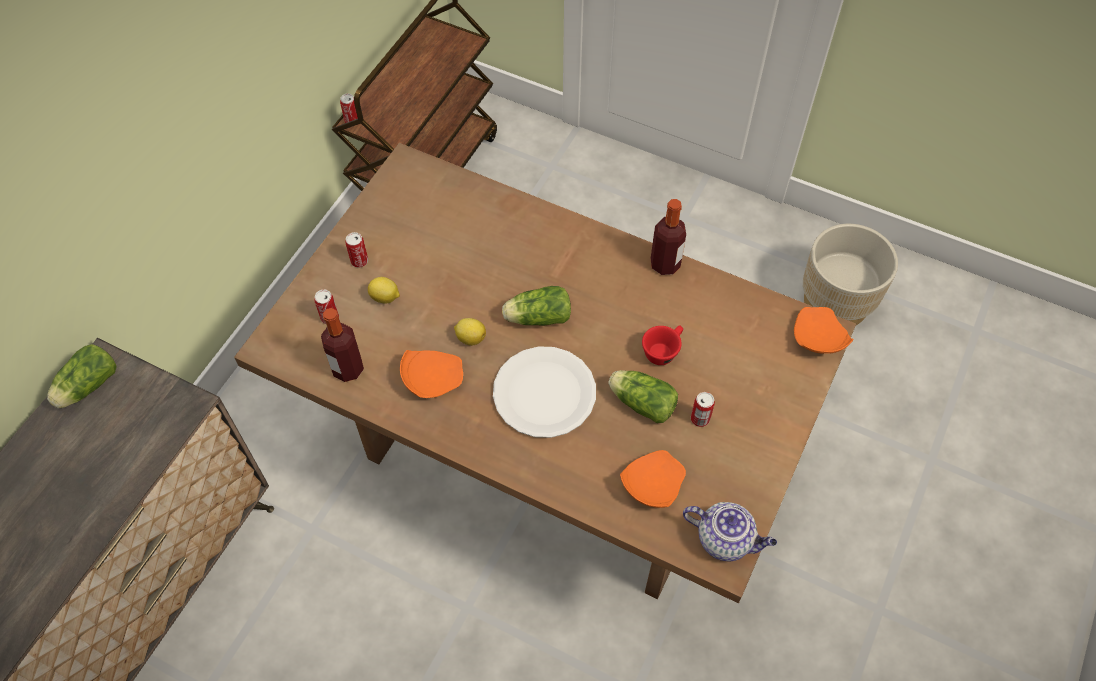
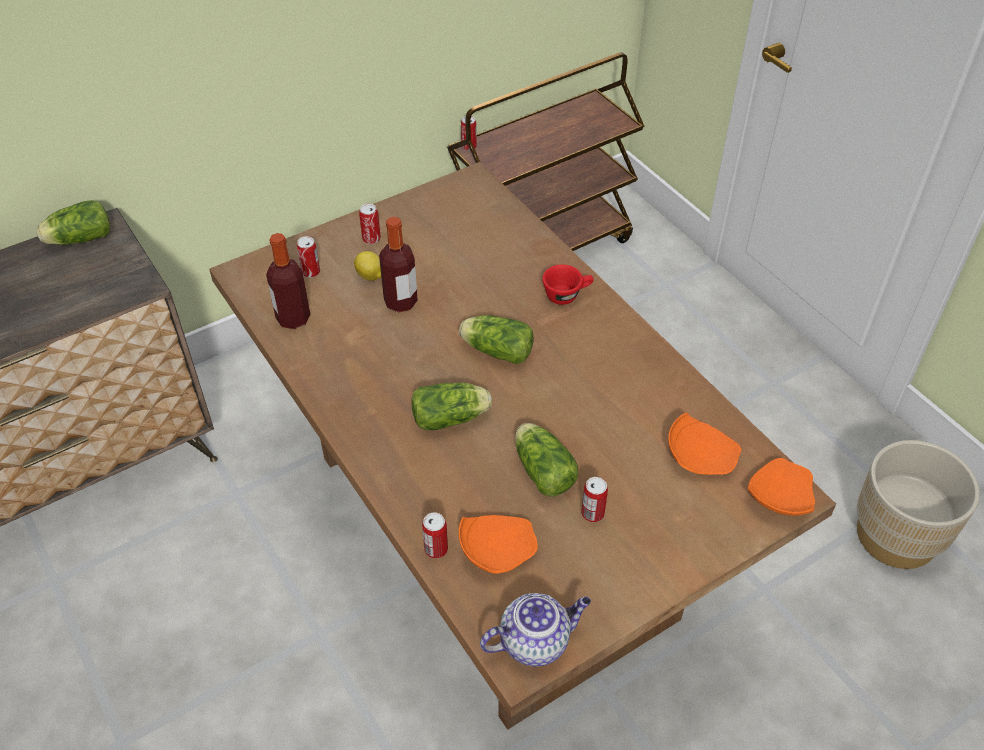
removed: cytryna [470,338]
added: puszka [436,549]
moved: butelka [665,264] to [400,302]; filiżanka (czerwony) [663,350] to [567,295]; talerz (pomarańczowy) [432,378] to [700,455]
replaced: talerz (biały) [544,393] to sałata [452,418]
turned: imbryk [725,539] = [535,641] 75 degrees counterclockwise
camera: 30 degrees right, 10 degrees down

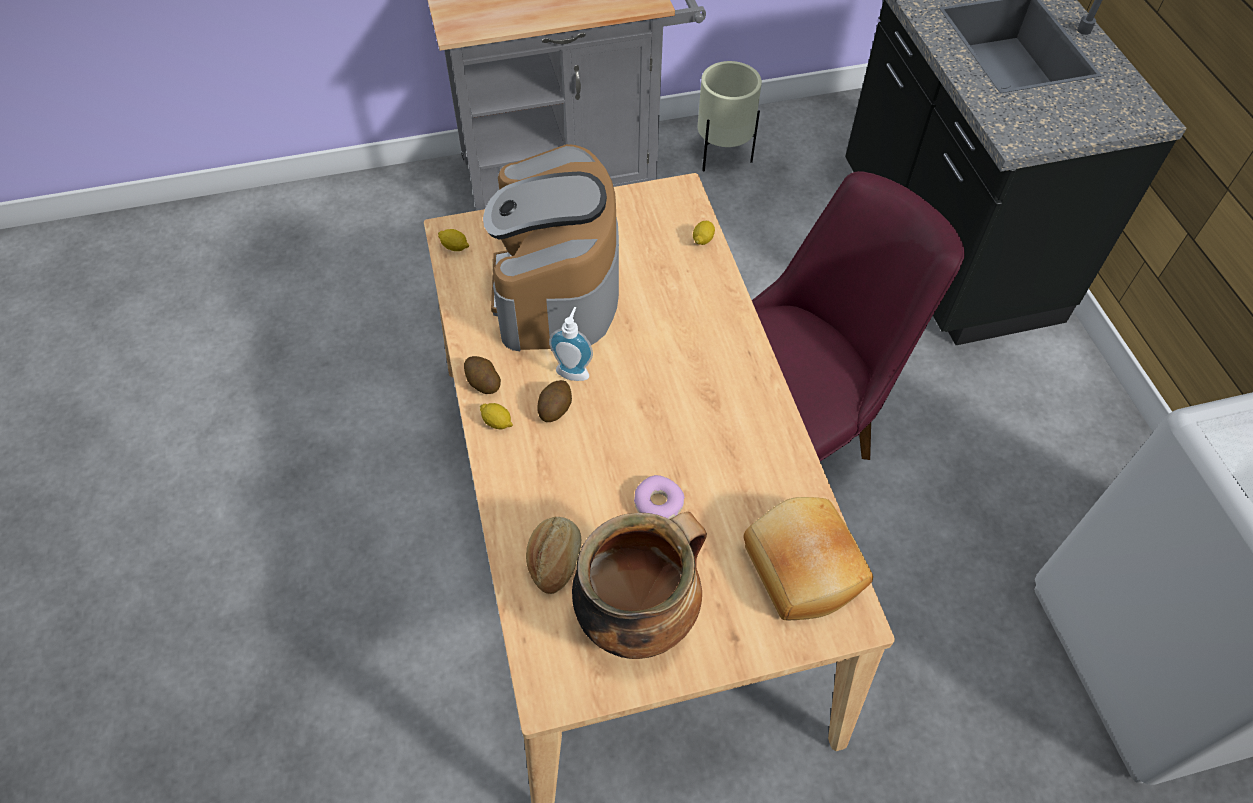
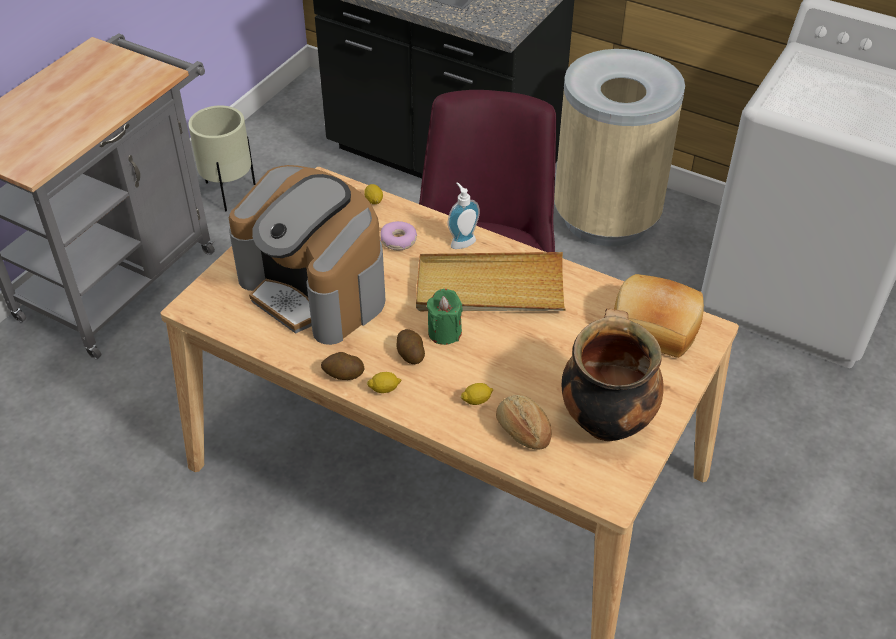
added: kosz na śmieci (beżowy) [605,218]; taca (beżowy) [489,288]; świeca (zielony) [444,332]
moved: cytryna [454,247] to [477,400]; dozownik mydła [574,370] to [461,241]; donut [658,504] to [398,241]
camera: 45 degrees left, 10 degrees down

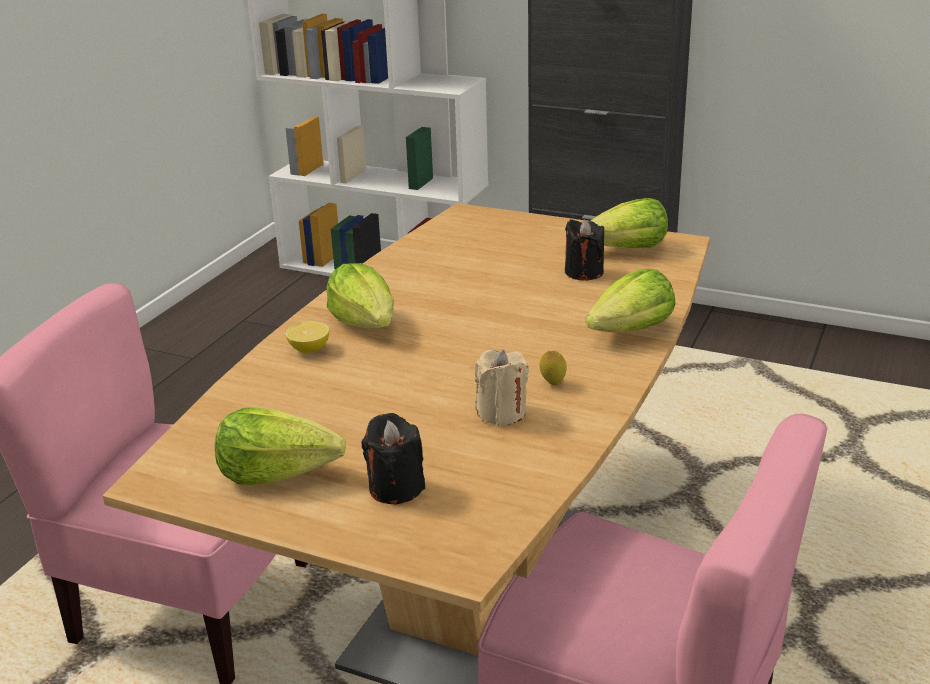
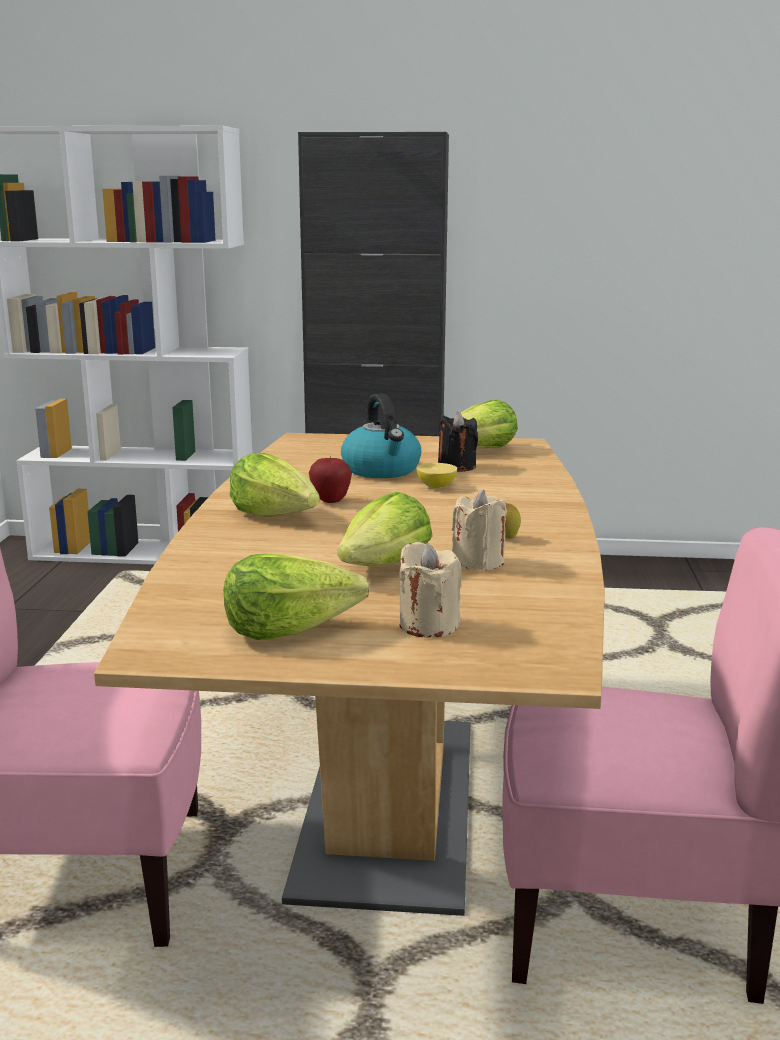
added: czajnik [382,470]; jabłko [330,501]
moved: sałata [632,331] to [385,567]; cytryna [309,349] to [436,486]
recoloured: świeca (czarny) [395,488] to świeca (beżowy) [428,625]
camera: 20 degrees left, 10 degrees down

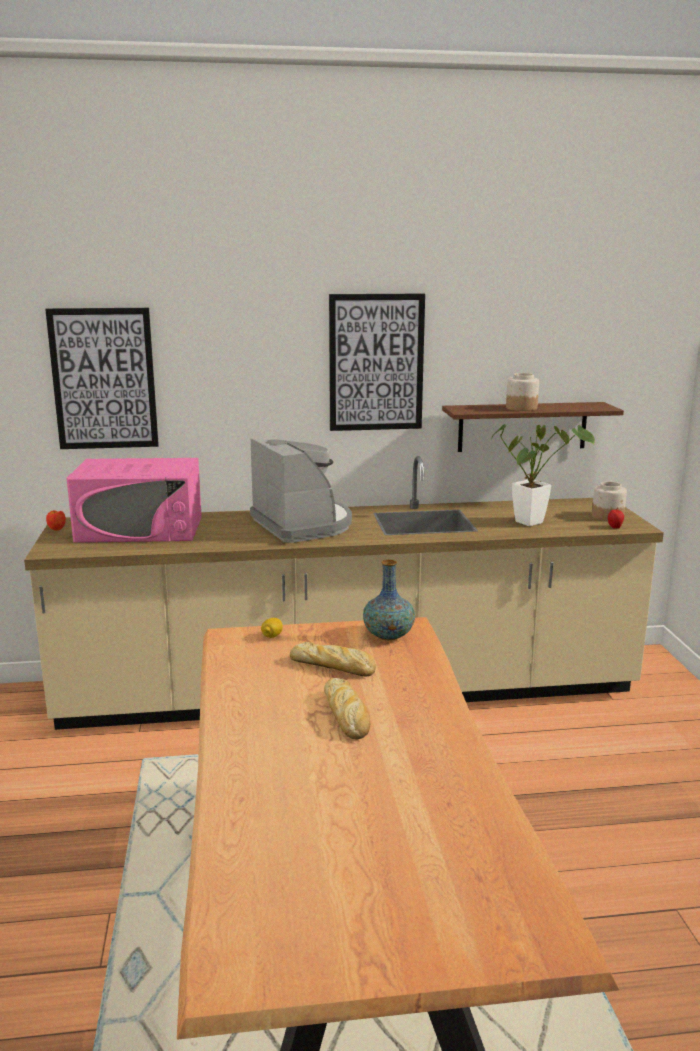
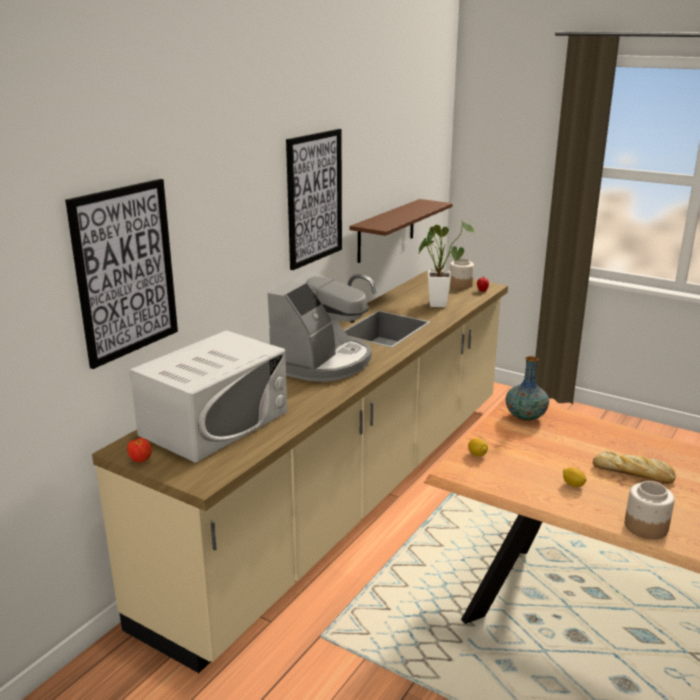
removed: chleb [334,666]
added: cytryna [573,485]
moved: słoik [521,408] to [645,527]
recoloured: mikrofalówka (różowy) [140,529] to mikrofalówka (biały) [215,423]
turned: ekspres do kawy [303,524] = [322,362] 105 degrees clockwise
camera: 50 degrees left, 5 degrees up

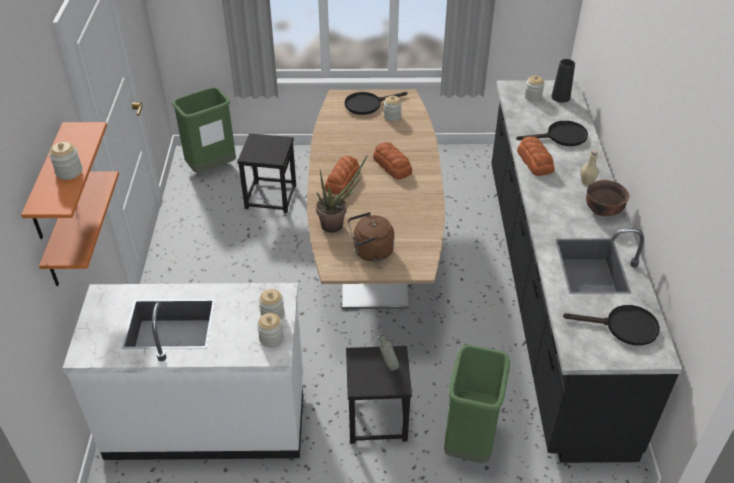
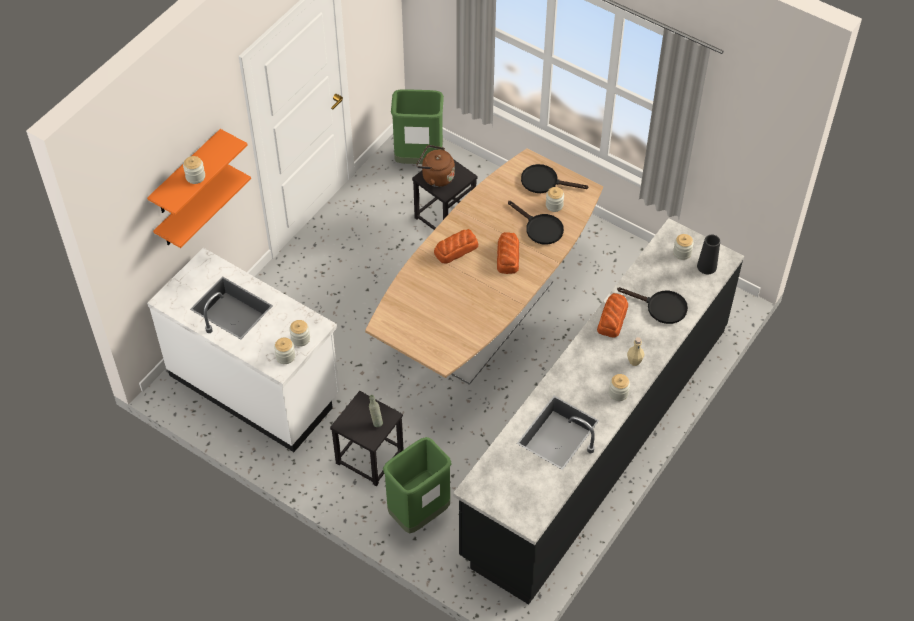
removed: roślina doniczkowa [337,224]
moved: czajnik (brązowy) [370,252] to [436,177]; patelnia (czarny) [623,327] to [540,228]
replaced: miska (brązowy) [603,210] to słoik [618,393]
camera: 35 degrees right, 10 degrees up

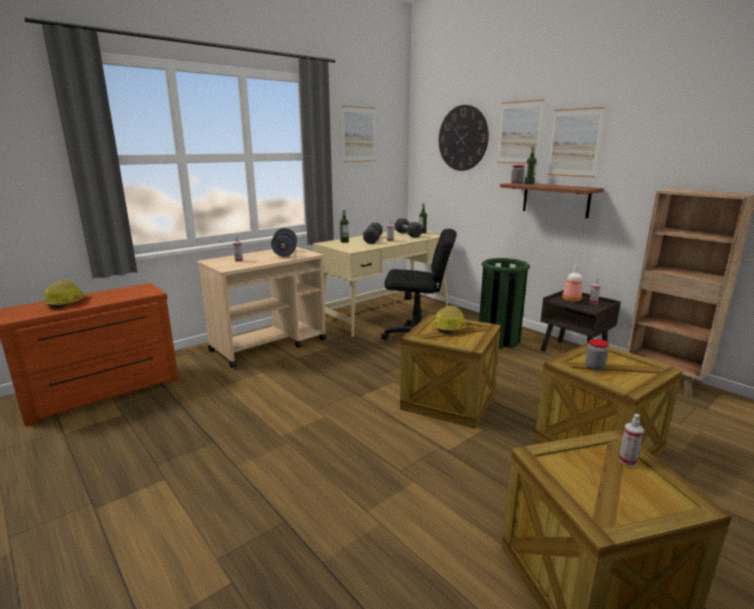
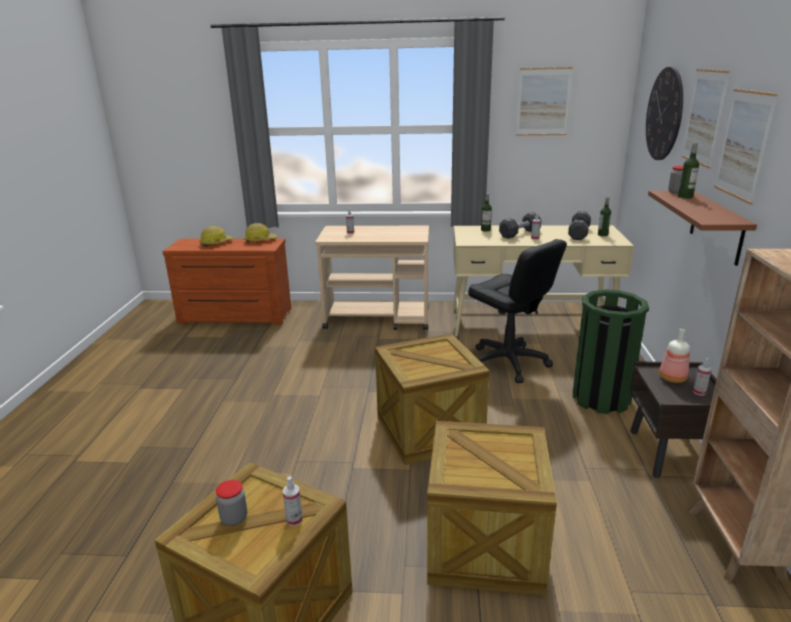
removed: hantel (szary) [285,253]
moved: kask [450,327] to [260,240]; słoik [594,367] to [234,518]
camera: 45 degrees right, 5 degrees up

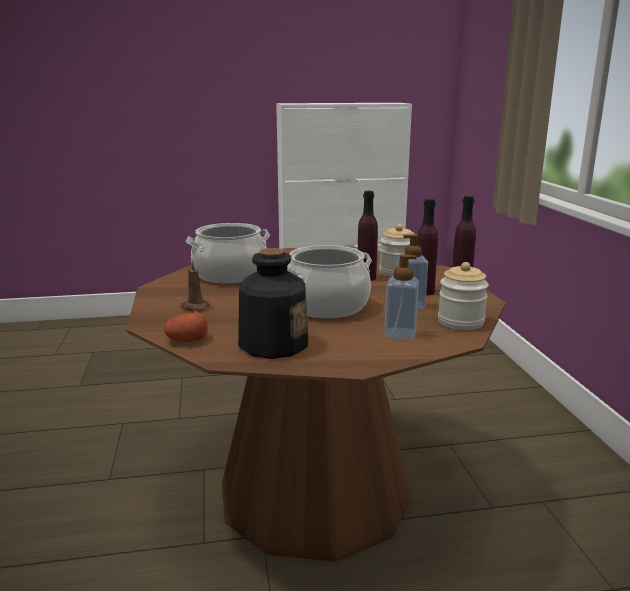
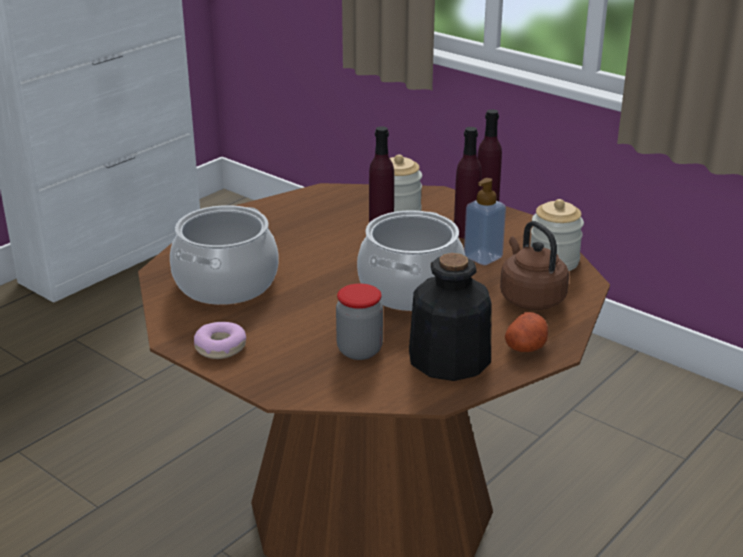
removed: świeca (brązowy) [194,307]
added: słoik [359,350]; donut [220,347]
moved: ziemniak [186,340] to [526,347]
replaced: dozownik mydła [400,334] to czajnik (brązowy) [530,297]
camera: 40 degrees left, 10 degrees up

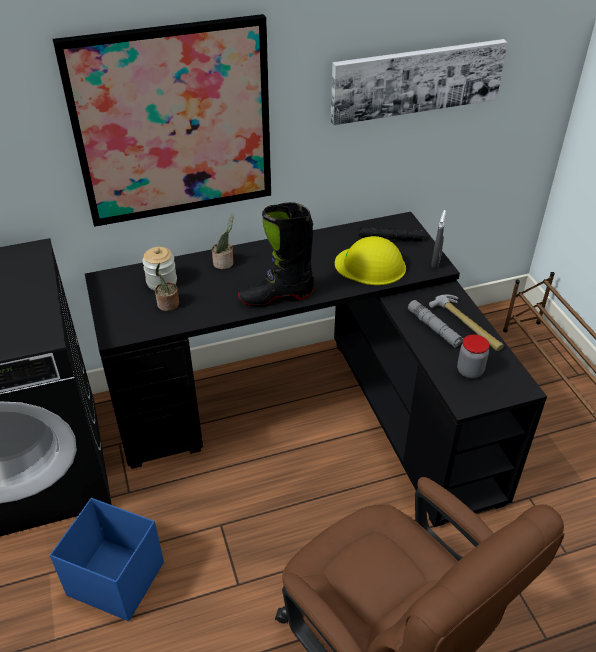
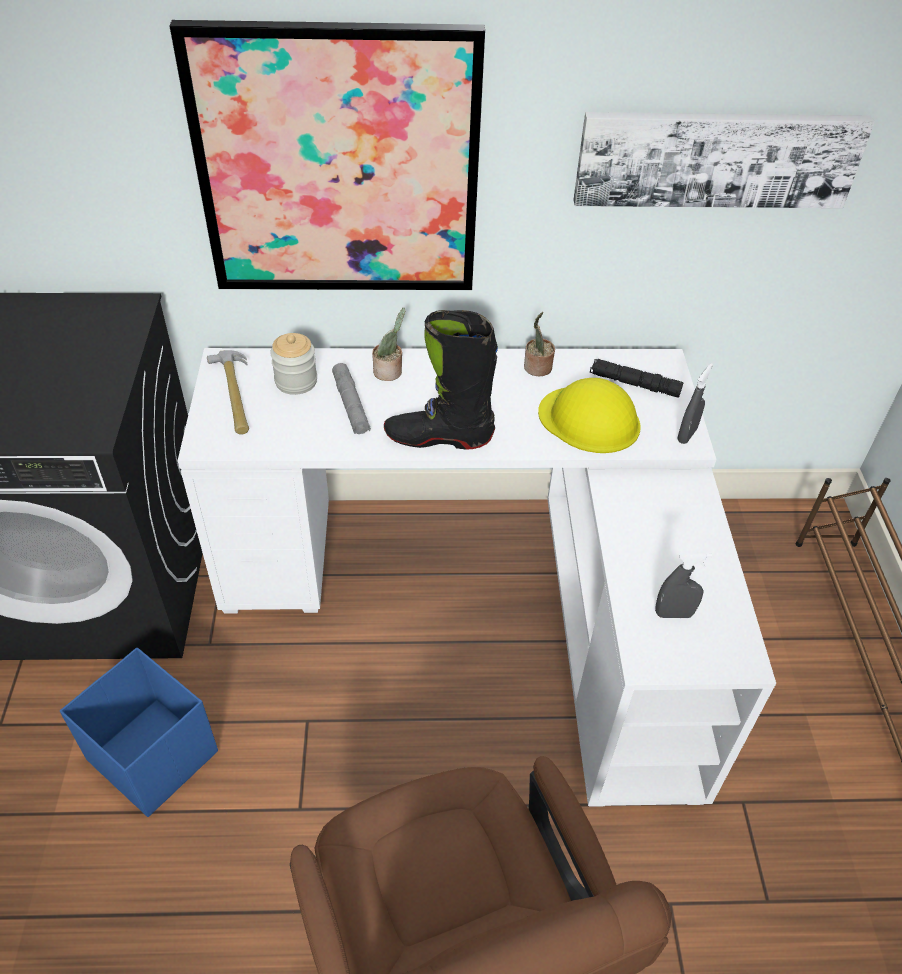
moved: roślina doniczkowa [168,305] to [537,368]; młotek [467,325] to [234,394]; latarka (szary) [434,328] to [351,405]
replaced: słoik [469,371] to spryskiwacz (szary) [673,614]
recoloured: biurko (czarny) [316,409] to biurko (biały) [489,594]
camera: 15 degrees right, 5 degrees up

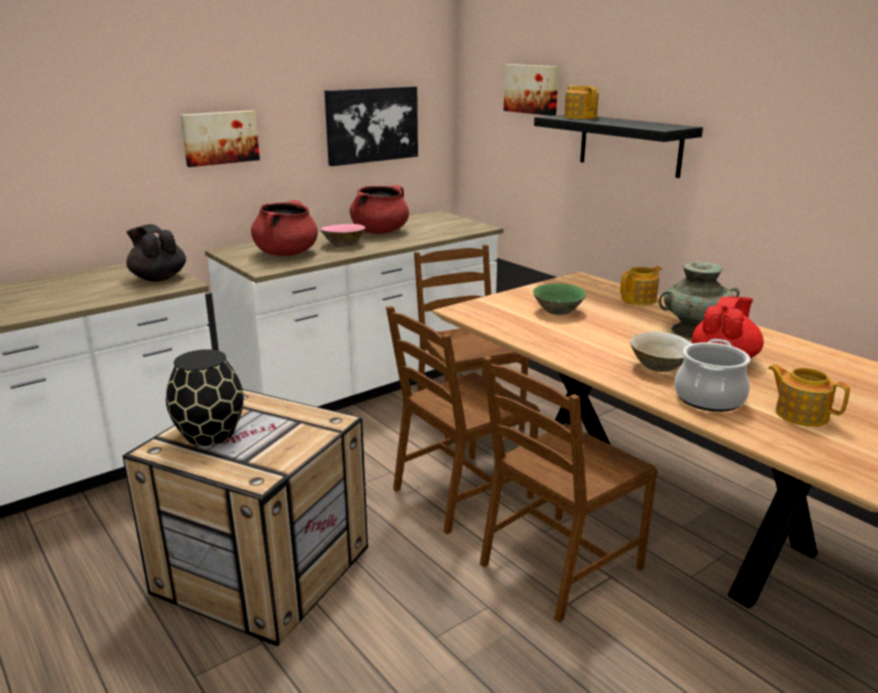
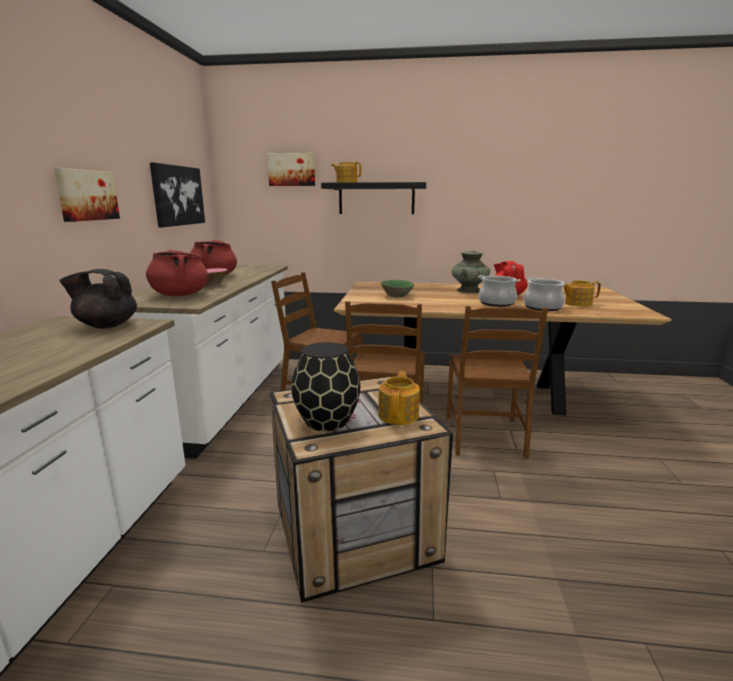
moved: imbryk [639,299] to [399,415]
replaced: miska (beżowy) [659,367] to garnek [496,303]
camera: 45 degrees left, 5 degrees down

